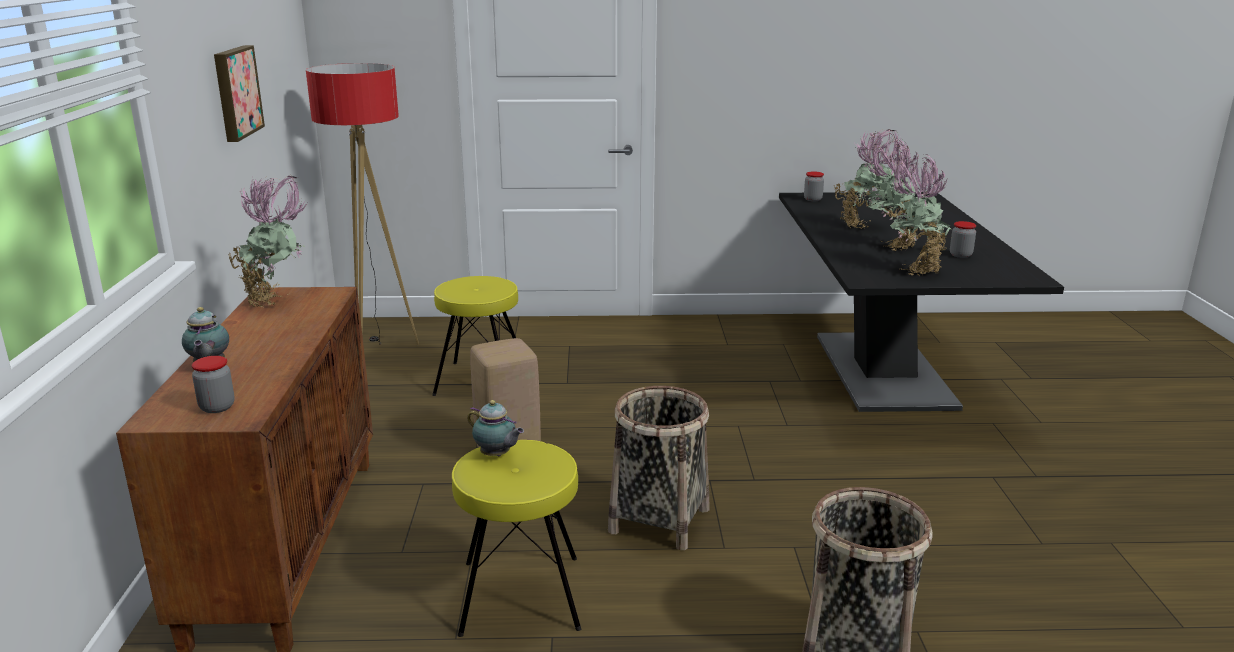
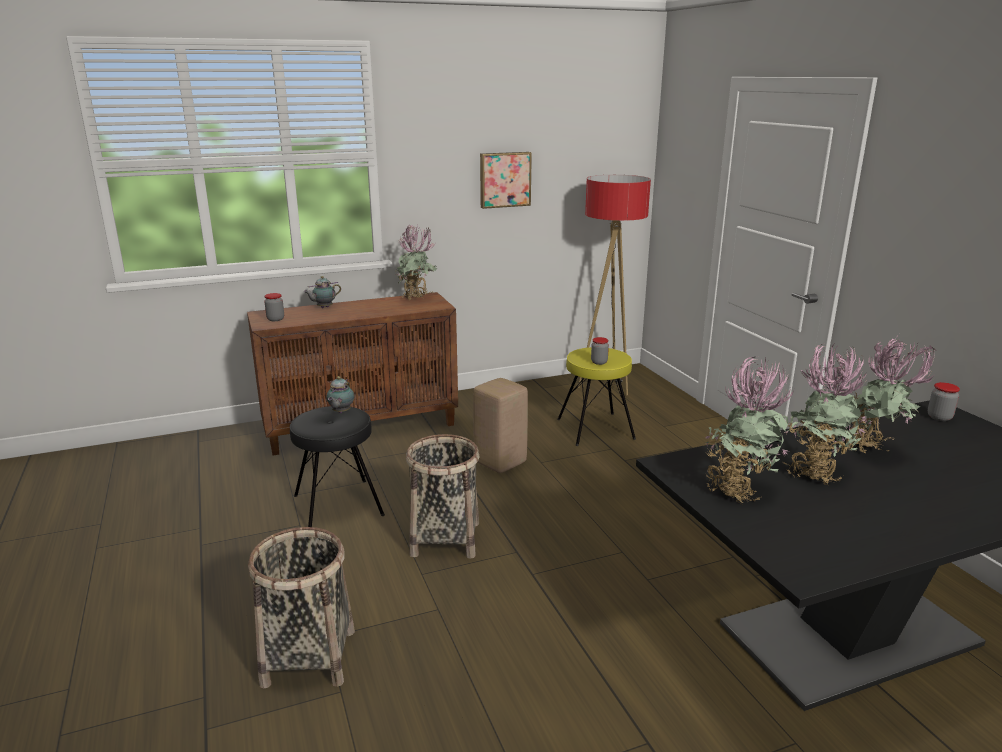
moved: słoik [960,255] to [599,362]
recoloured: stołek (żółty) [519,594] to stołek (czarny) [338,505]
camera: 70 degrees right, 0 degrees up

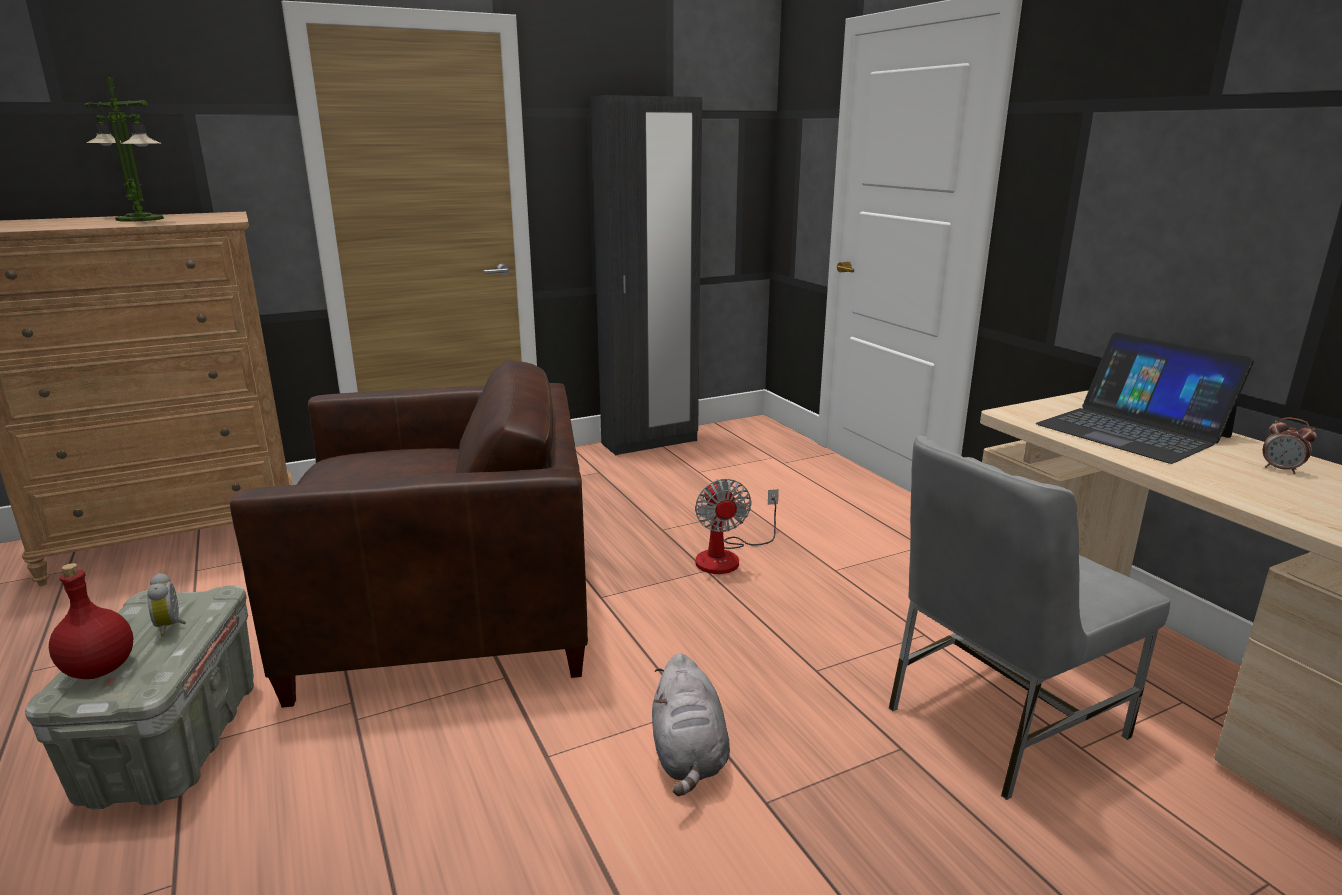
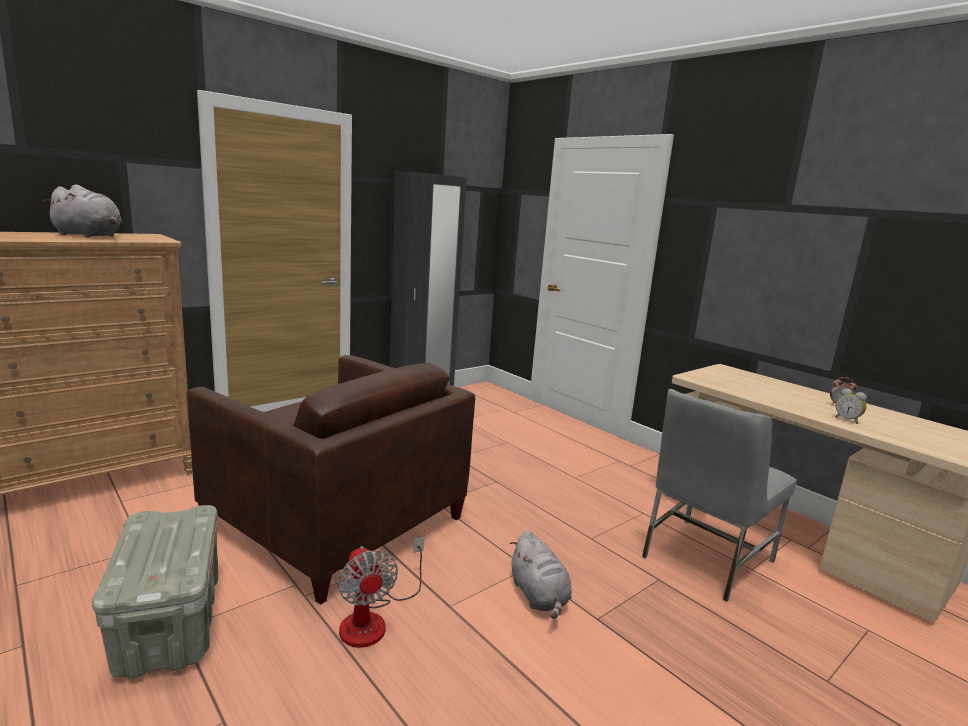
removed: laptop [1132,430]; butelka (czerwony) [99,669]
moved: wentylator [727,556] to [373,619]; budzik [172,626] to [847,420]
replaced: lampa stołowa [139,219] to pluszak (szary) [89,236]
turned: fotel (brązowy) [446,614] = [334,520] 60 degrees clockwise
camera: 15 degrees left, 5 degrees down

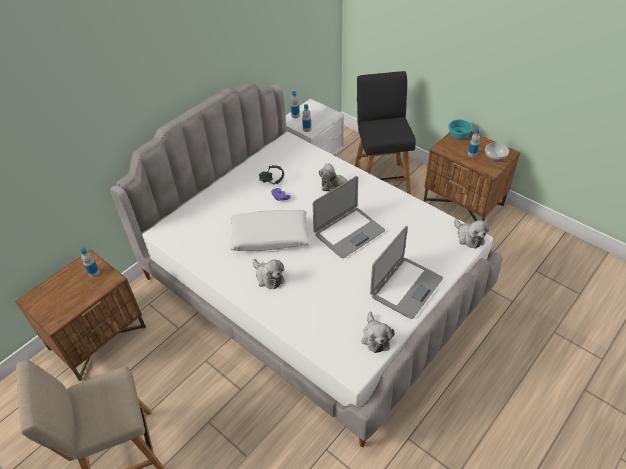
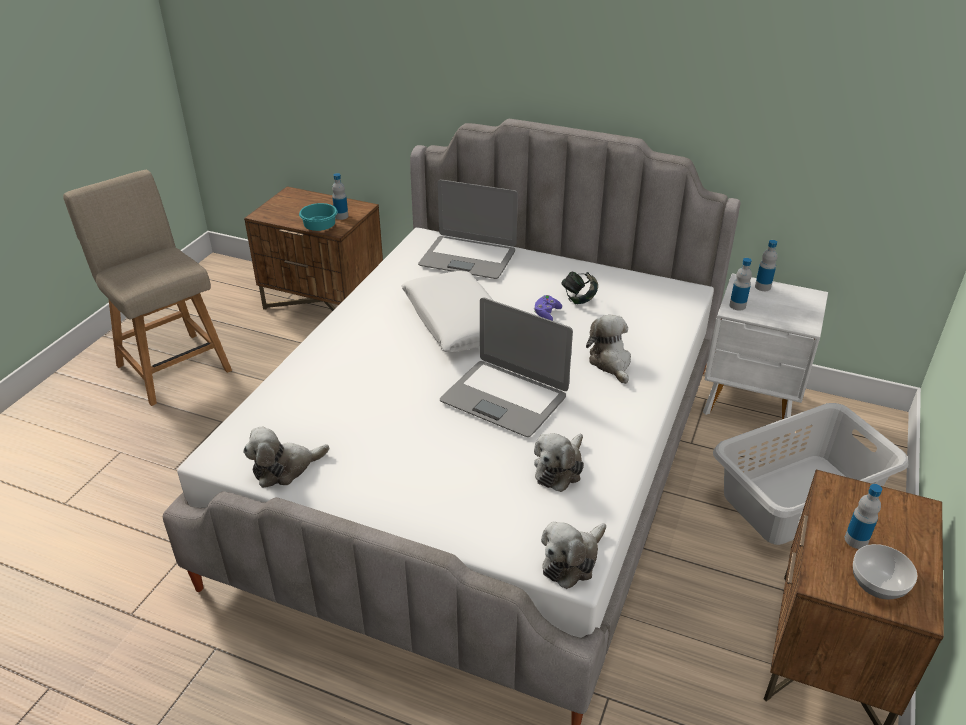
moved: miska (turkusowy) [457,135] to [319,227]; laptop [406,287] to [468,258]; pluszak [268,277] to [559,469]
replaced: krzesło (czarny) [381,179] to kosz na pranie (szary) [798,499]
camera: 70 degrees right, 10 degrees down

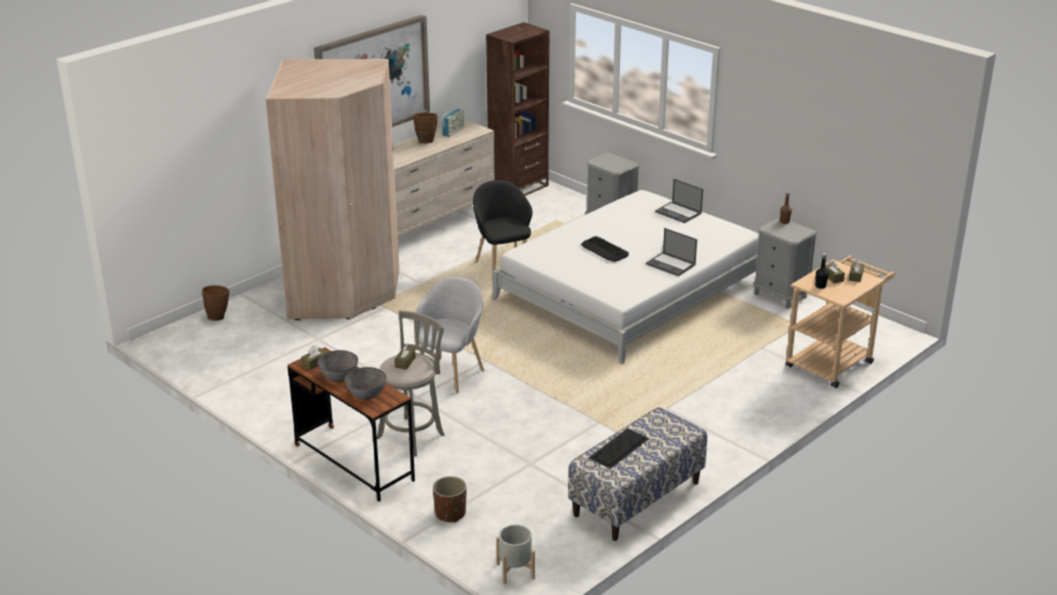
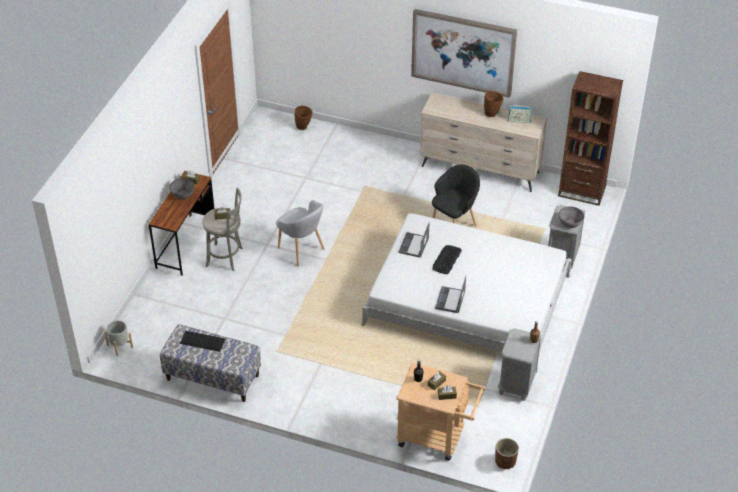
removed: szafa (beżowy) [342,293]
moved: laptop [679,213] to [413,245]; miska (szary) [366,393] to [570,223]; donica (brązowy) [450,514] to [505,461]
turned: fotel (szary) [451,374] = [301,250] 45 degrees clockwise
camera: 65 degrees right, 15 degrees up

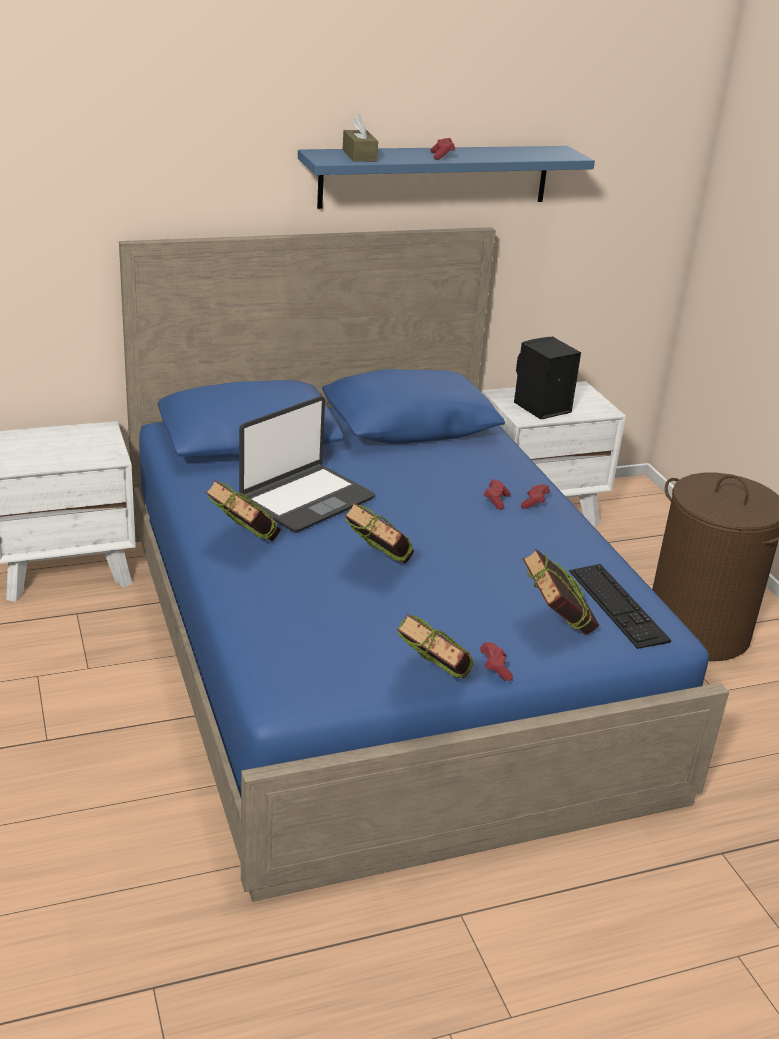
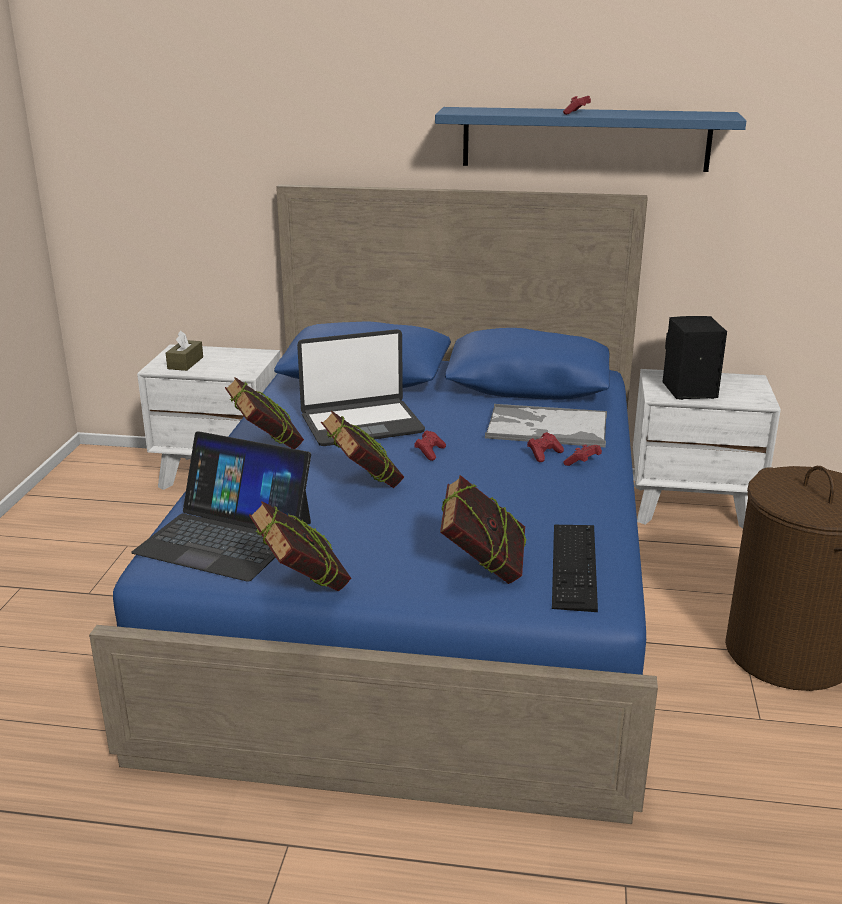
added: taca [545,427]; laptop [225,537]
moved: pudełko chusteczek (brązowy) [359,155] to [185,363]; pad do gier (czerwony) [495,668] to [429,452]
camera: 30 degrees right, 5 degrees down

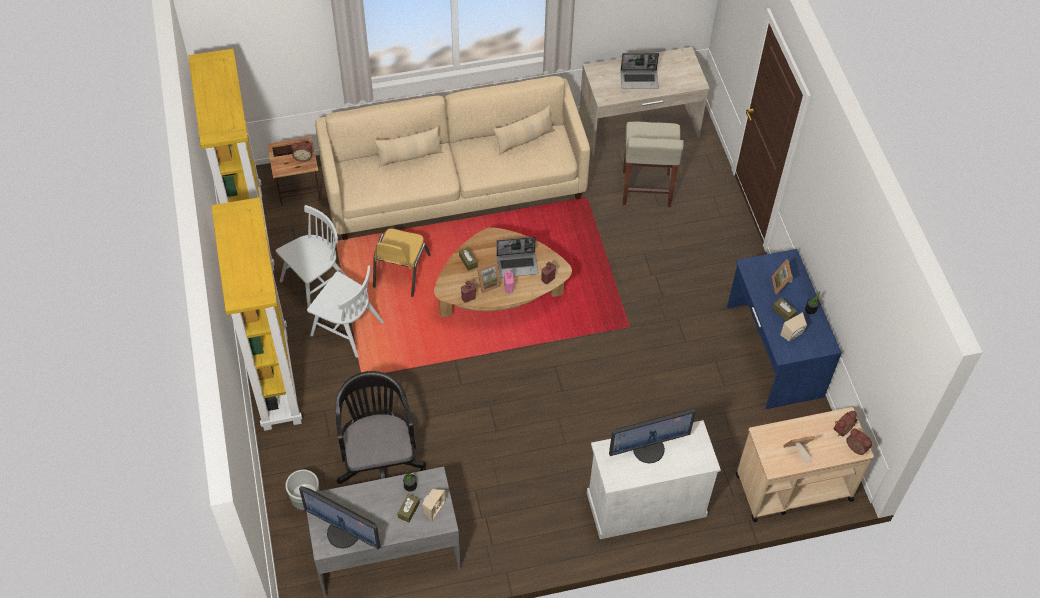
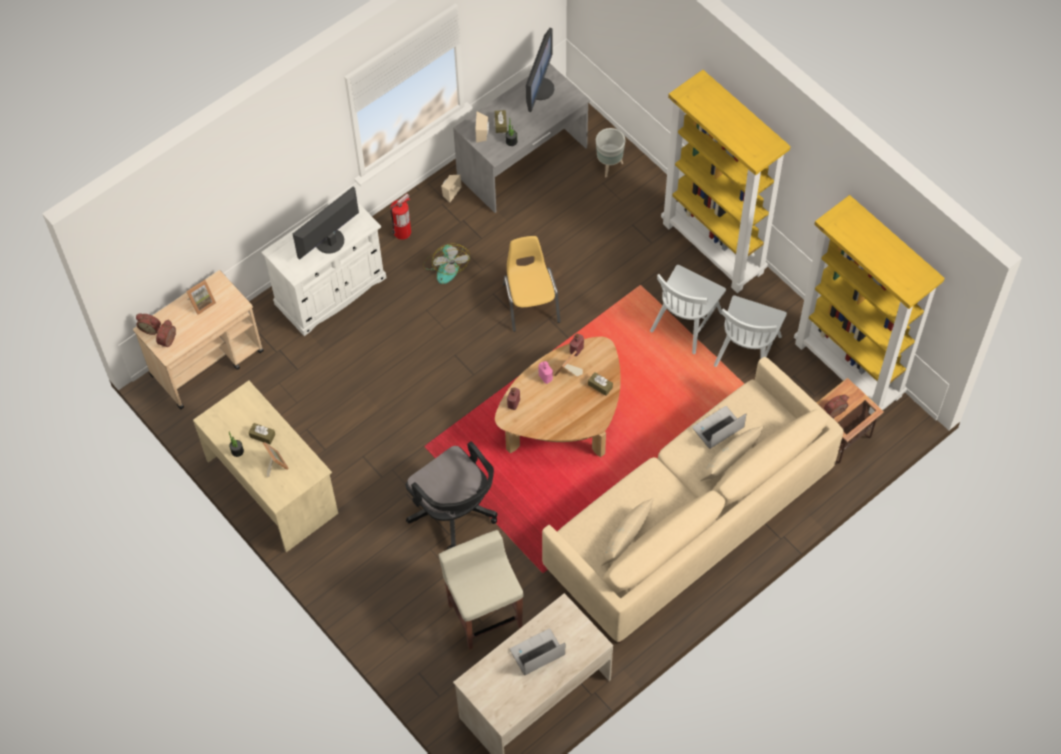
added: gaśnica [402,232]; wentylator [446,266]
moved: krzesło (żółty) [400,271] to [530,303]; laptop [517,265] to [718,429]; głośnik (beżowy) [793,335] to [450,192]; krzesło biurowe (czarny) [379,461] to [455,513]
recoloured: biurko (niebieski) [773,351] to biurko (beżowy) [273,486]
turned: krzesło (biały) [346,328] = [686,321] 60 degrees counterclockwise; monitor [344,532] = [539,88] 105 degrees clockwise
camera: 155 degrees right, 5 degrees up

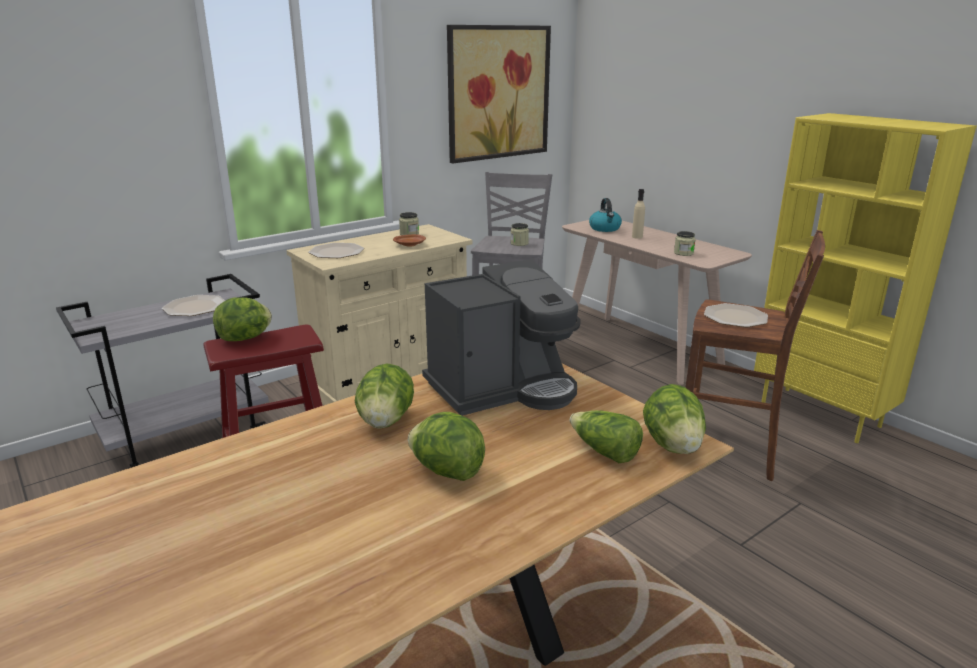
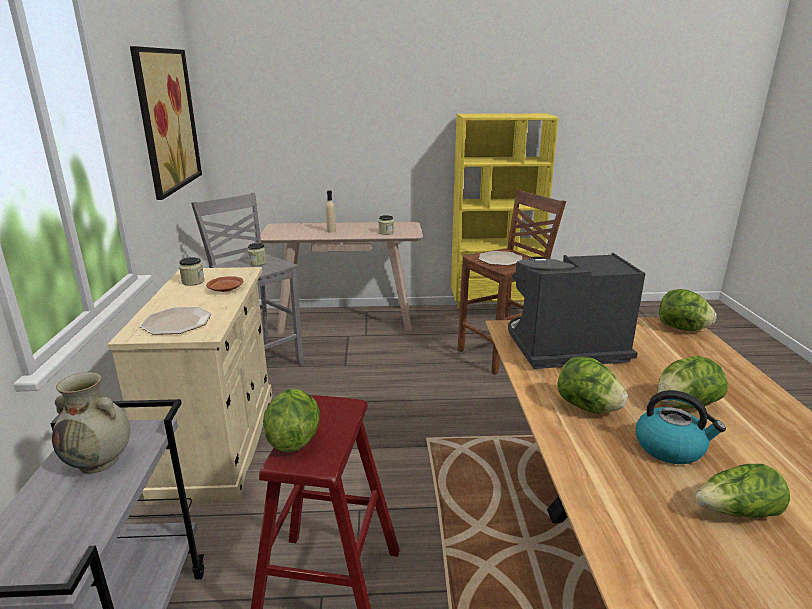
moved: czajnik [605,229] to [670,448]; sałata [604,452] to [737,512]
replaced: talerz [195,307] to wazon (beżowy) [100,461]
turned: ekspres do kawy [502,388] = [563,349] 105 degrees counterclockwise
camera: 55 degrees left, 0 degrees up

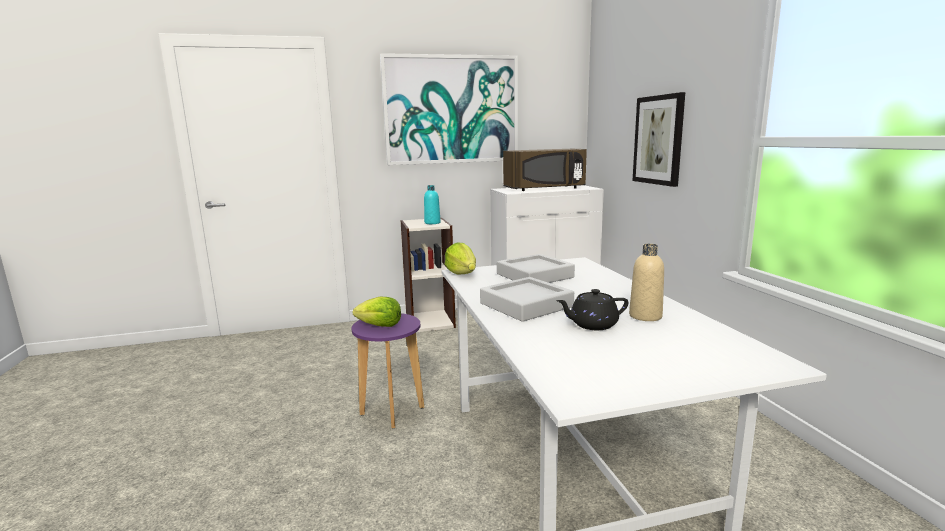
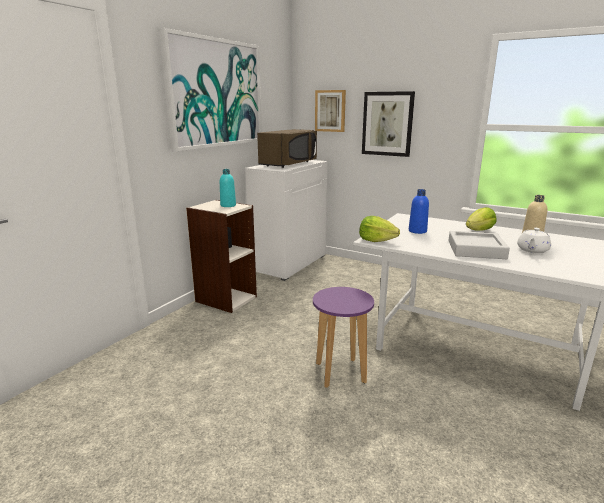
added: obraz [330,111]
moved: sałata [380,326] to [479,230]
replaced: taca (szary) [534,276] to butelka (niebieski) [417,231]
recoloured: imbryk (czarny) [592,325] to imbryk (biały) [532,250]
camera: 45 degrees left, 5 degrees up

